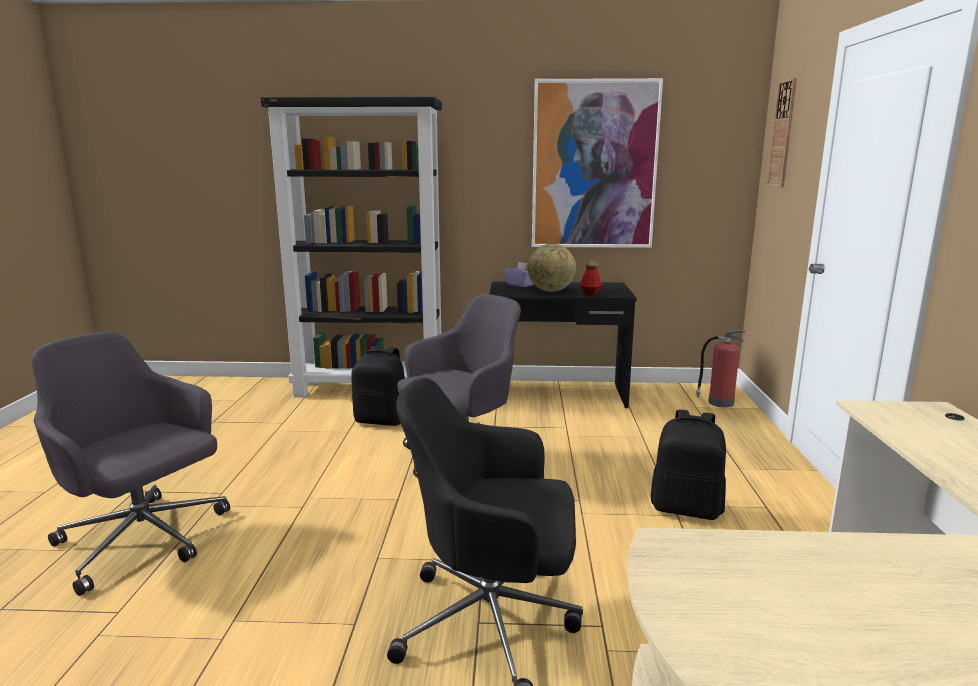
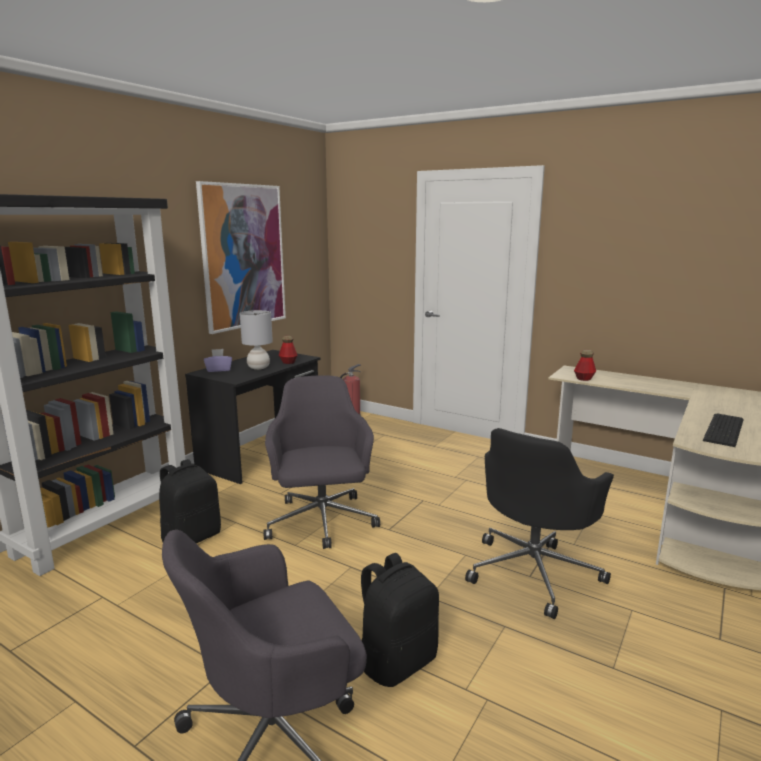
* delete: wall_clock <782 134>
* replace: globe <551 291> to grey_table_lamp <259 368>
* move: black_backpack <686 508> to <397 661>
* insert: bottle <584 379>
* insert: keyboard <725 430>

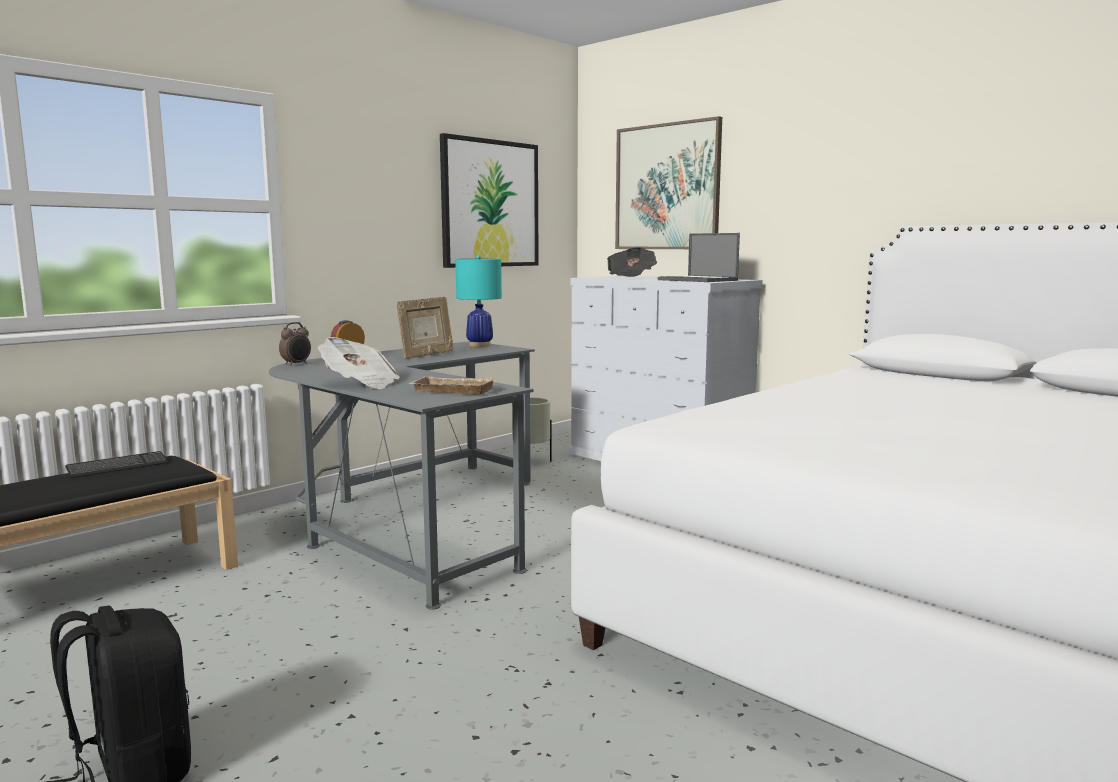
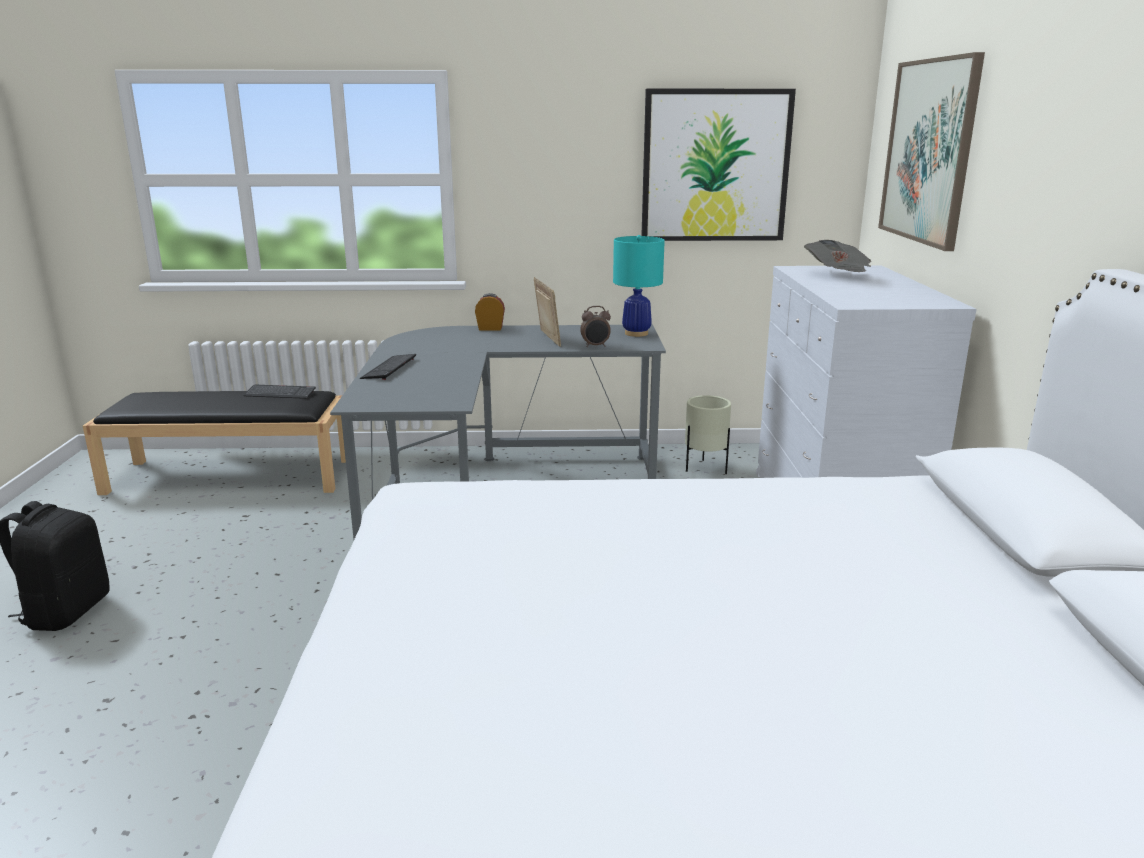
* delete: laptop <698 280>
* rotate: picture_frame <426 355> = <547 340> 105 degrees counterclockwise
* move: alarm_clock <296 364> to <595 346>
* replace: newspaper <360 384> to keyboard <389 368>
* delete: beige_tray <451 391>

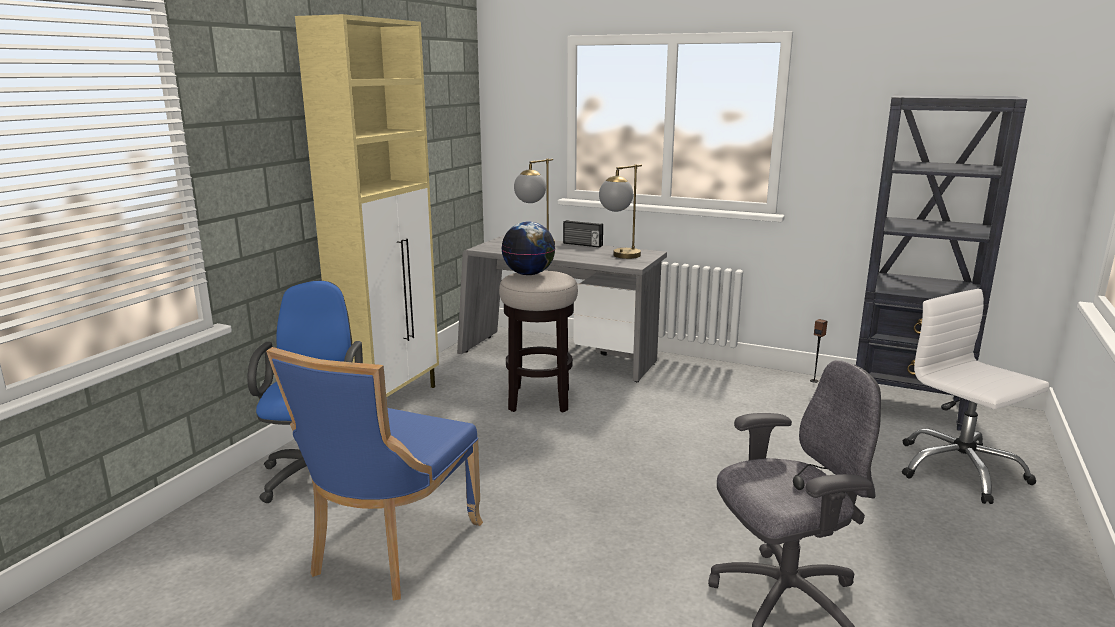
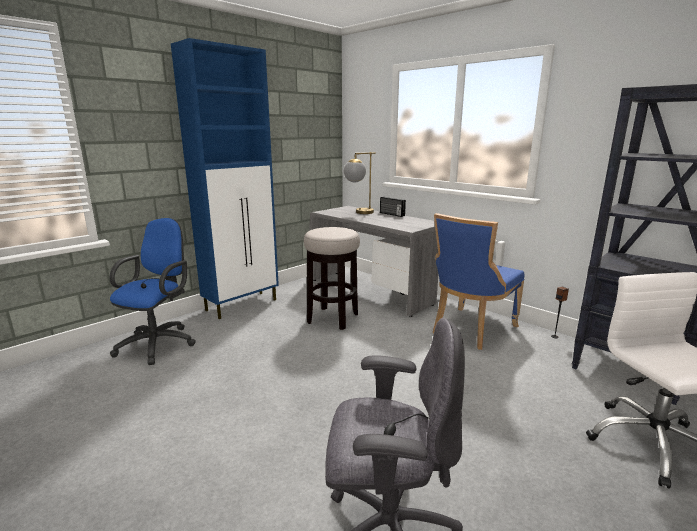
* recolor: beige_cabinet <391 401> to blue_cabinet <242 305>
* delete: table_lamp <620 257>
* delete: globe <529 274>
* move: blue_chair <390 550> to <470 330>

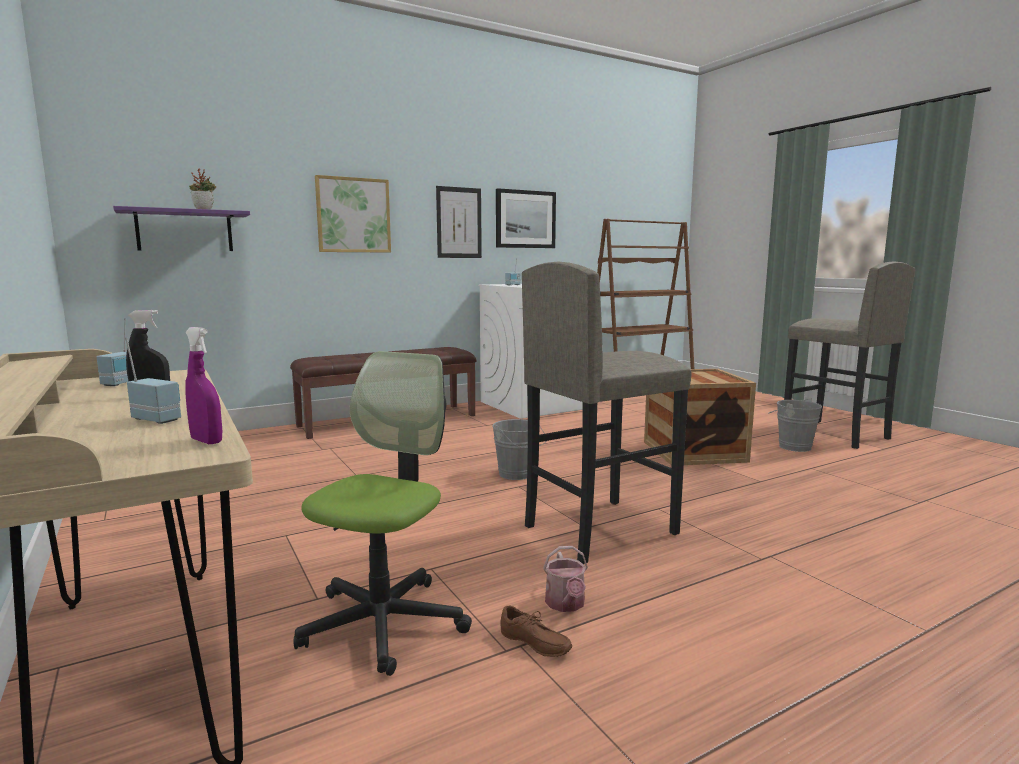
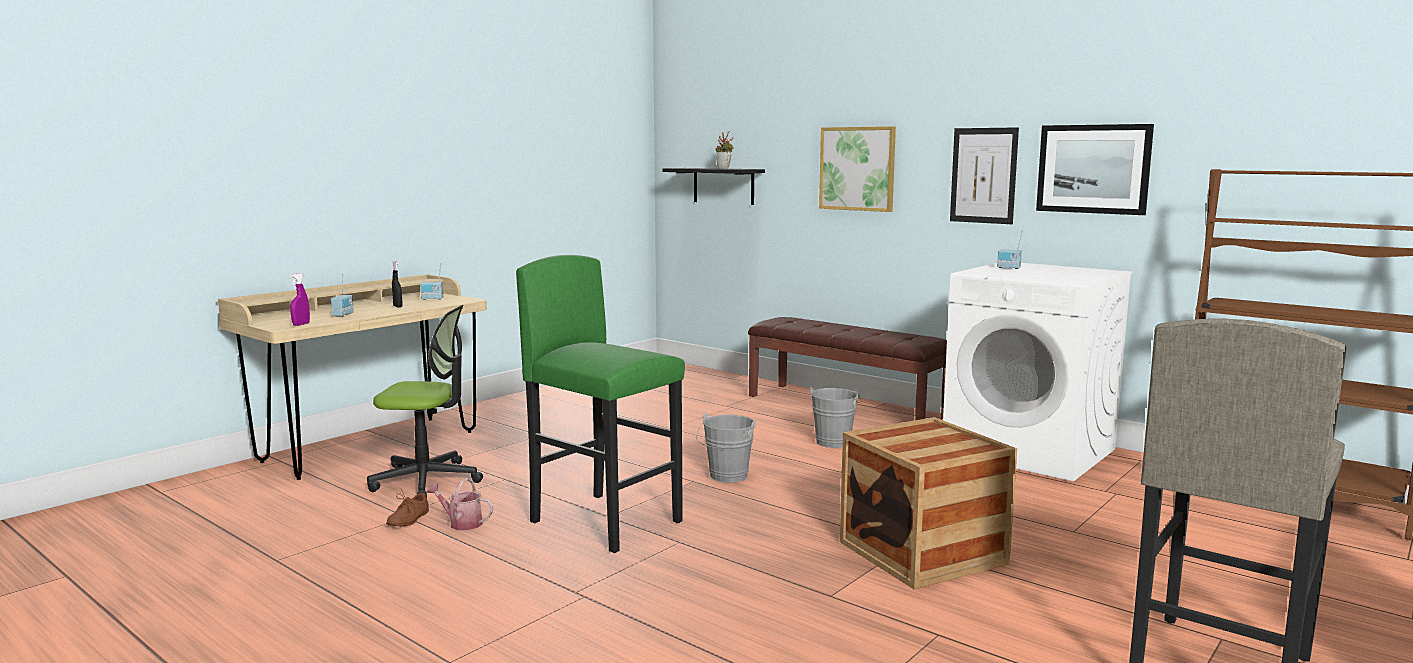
* recolor: purple_shelf <184 231> to black_shelf <723 186>
* recolor: grey_stool <599 529> to green_stool <606 521>
* move: grey_bucket <791 446> to <834 441>
* rotate: watering_can <566 604> = <461 523> 45 degrees clockwise

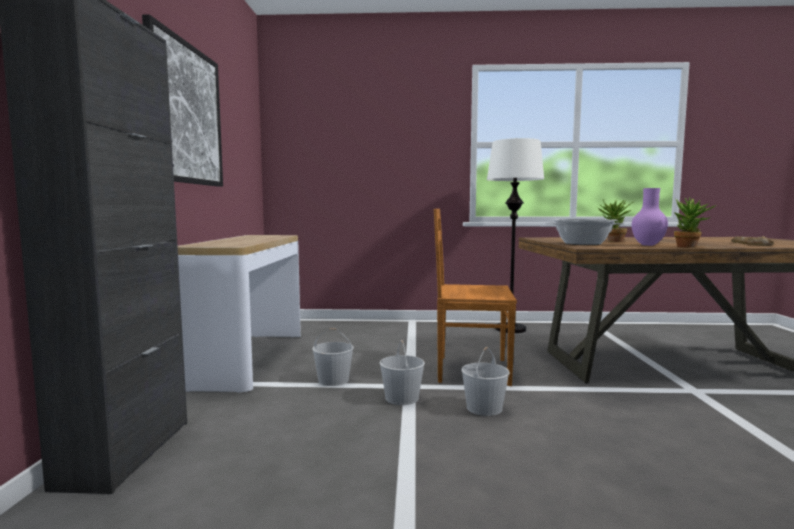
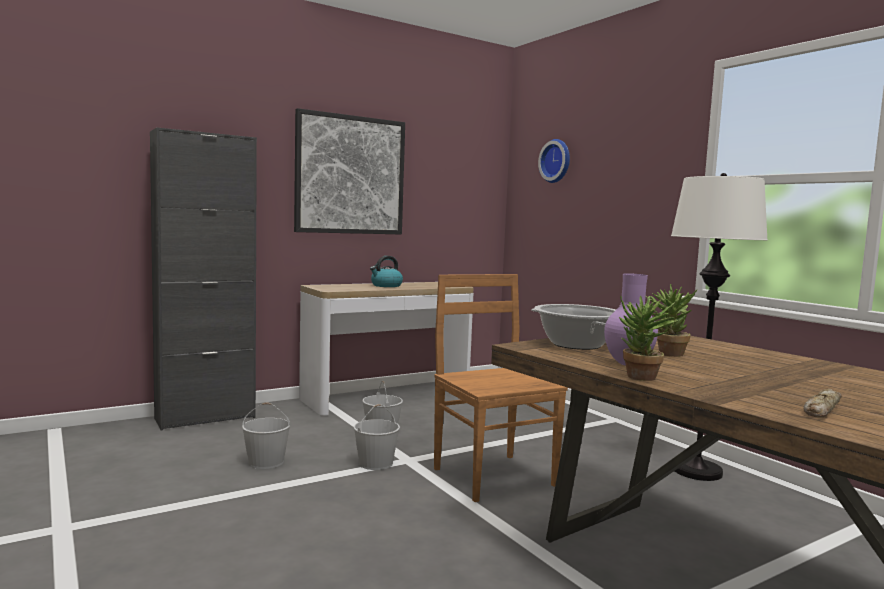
* move: white_bucket <484 407> to <266 462>
* insert: wall_clock <557 161>
* insert: kettle <386 286>

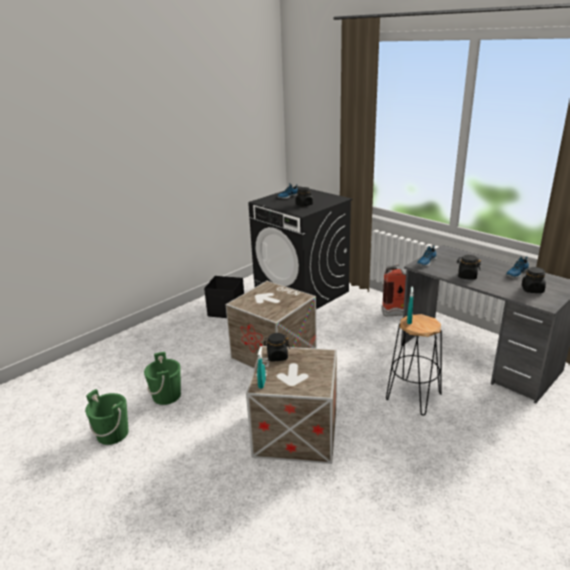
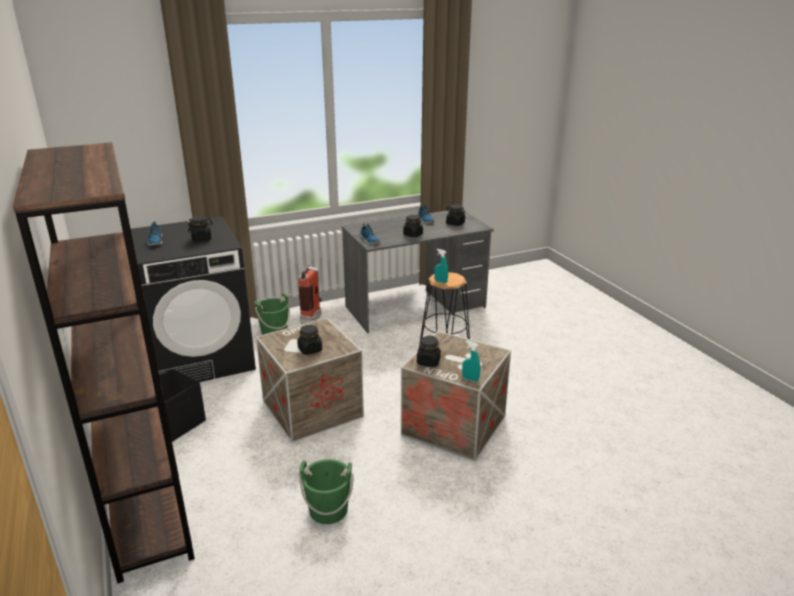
* move: green_bucket <112 434> to <274 332>
* insert: brown_bookcase <148 510>
* insert: black_jar <310 349>

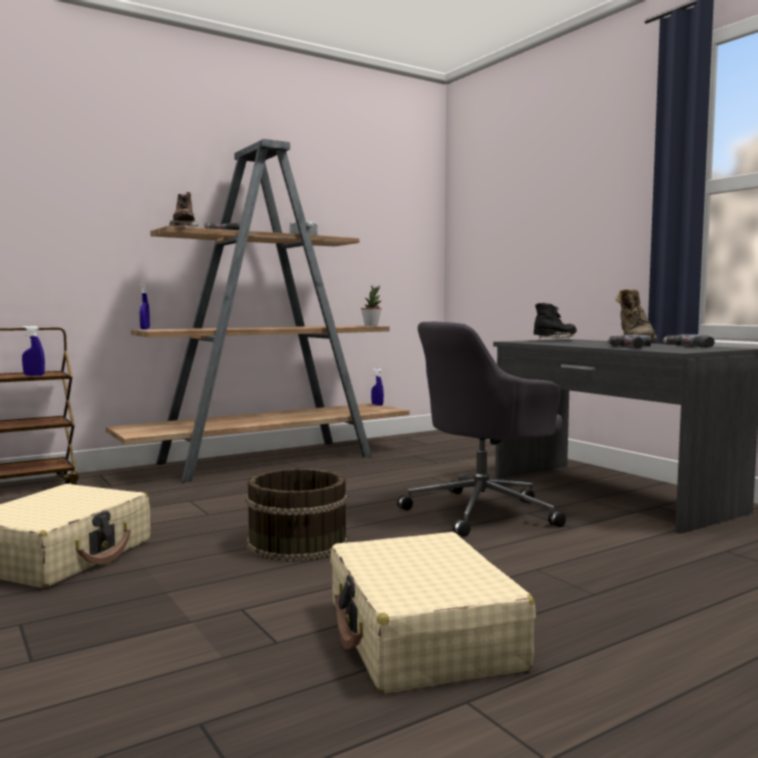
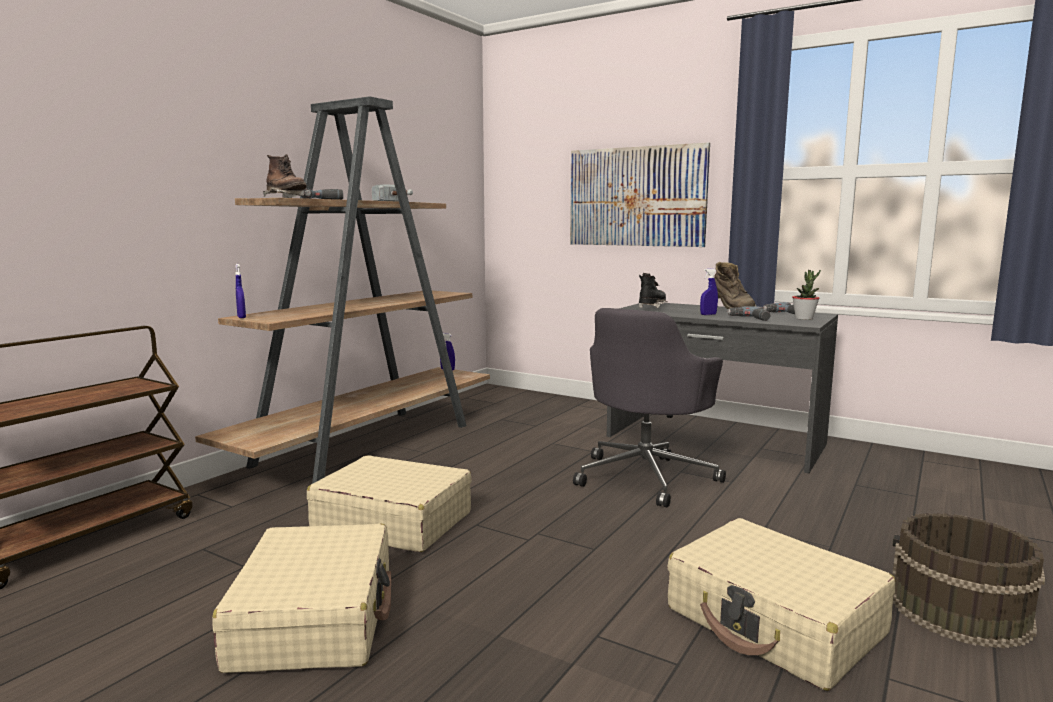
* move: potted_plant <371 326> to <804 318>
* move: blue_spray_bottle <34 375> to <708 314>
* move: brown_bucket <296 543> to <959 611>
* insert: picture <636 197>
* insert: beige_suitcase <392 521>

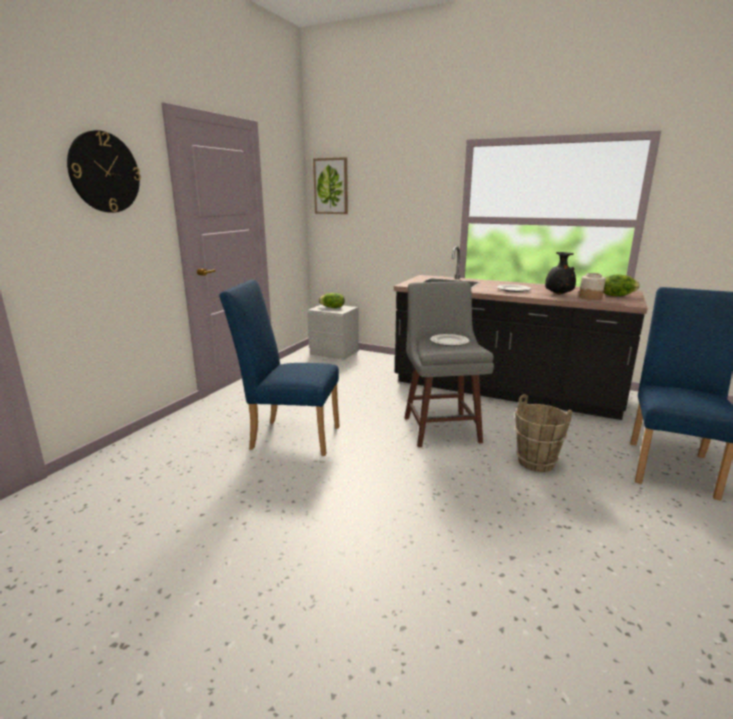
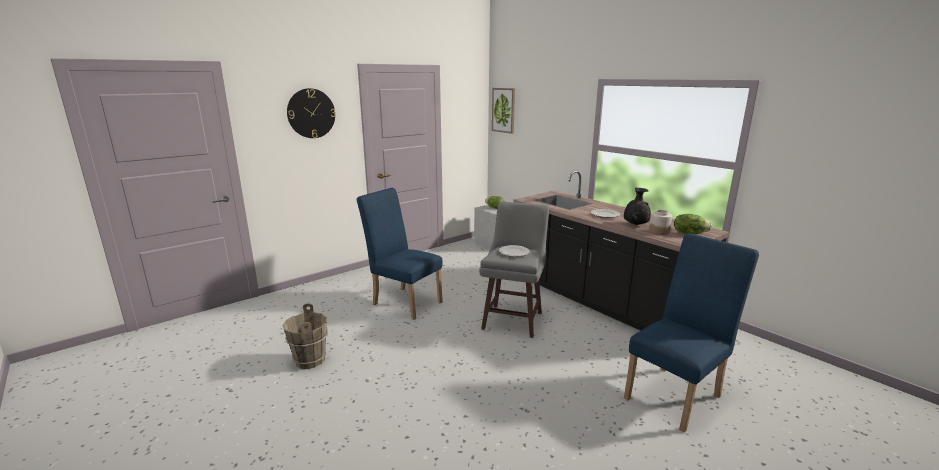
* move: brown_bucket <536 462> to <309 360>

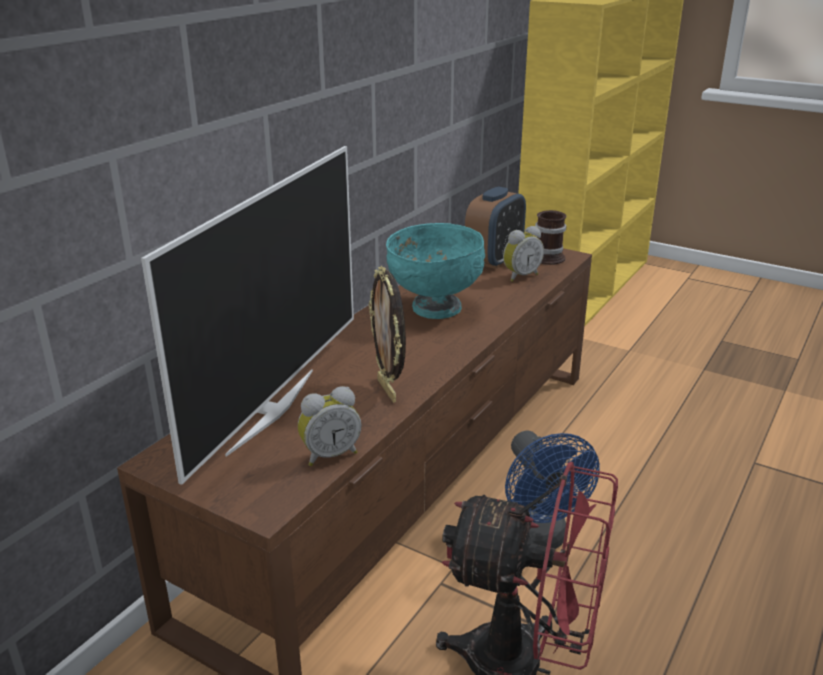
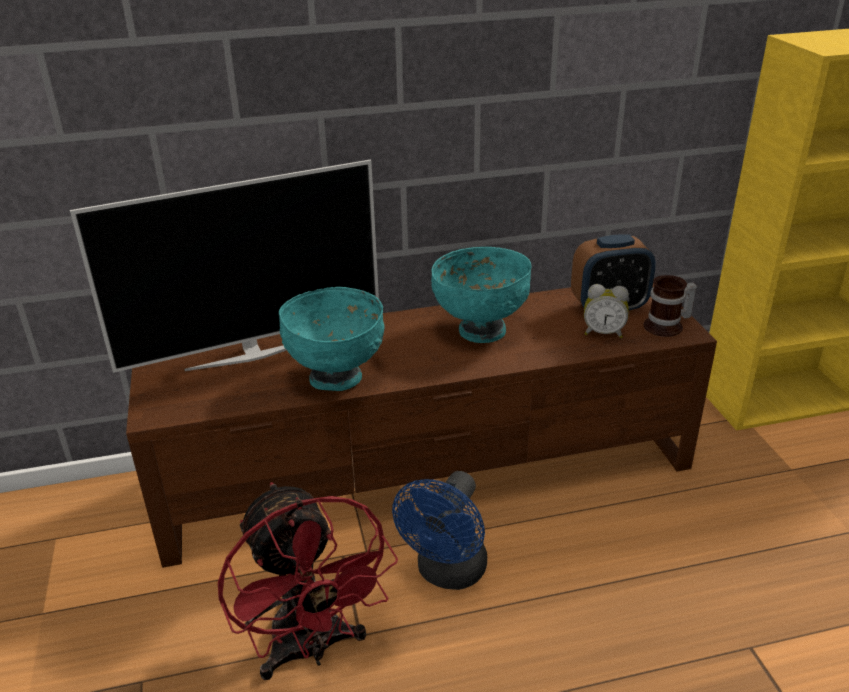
* replace: picture_frame <388 390> to turquoise_bowl <337 378>
* delete: alarm_clock <330 454>

